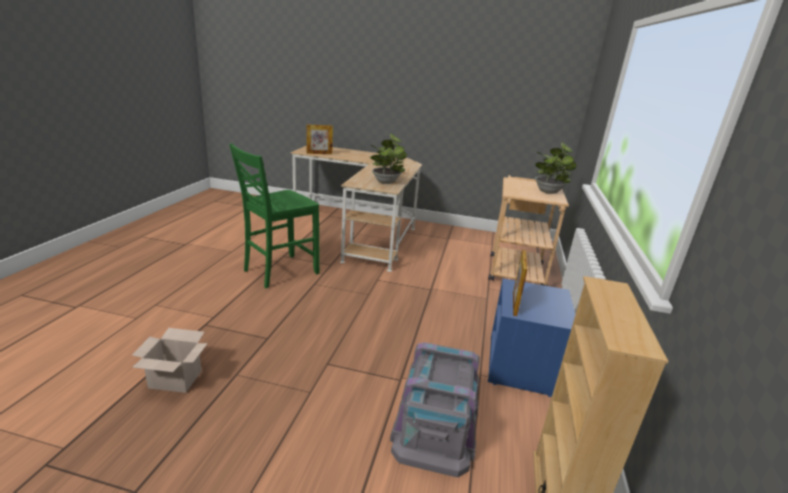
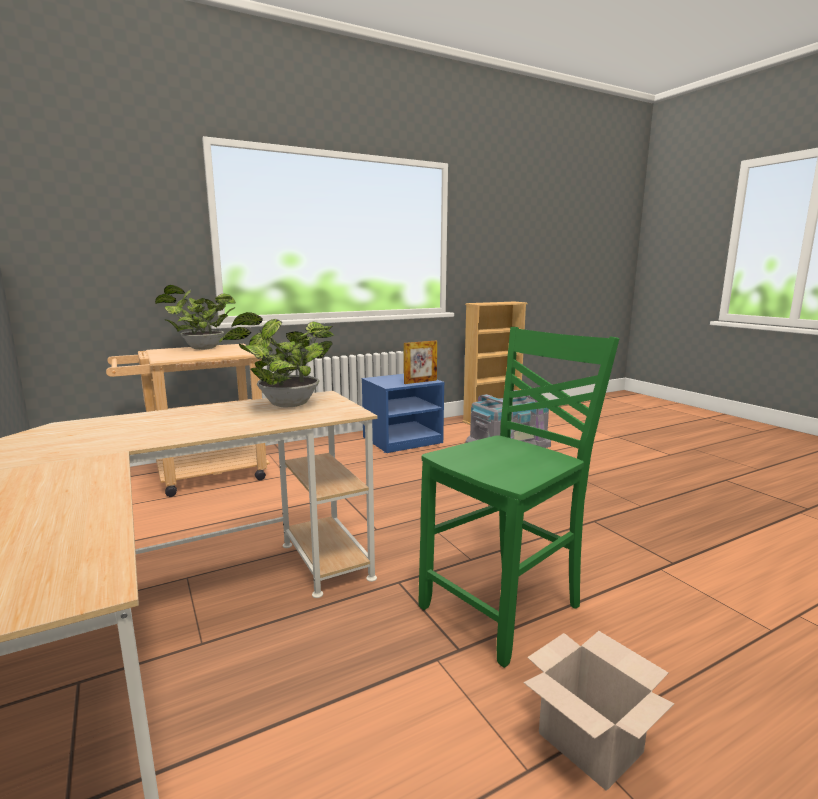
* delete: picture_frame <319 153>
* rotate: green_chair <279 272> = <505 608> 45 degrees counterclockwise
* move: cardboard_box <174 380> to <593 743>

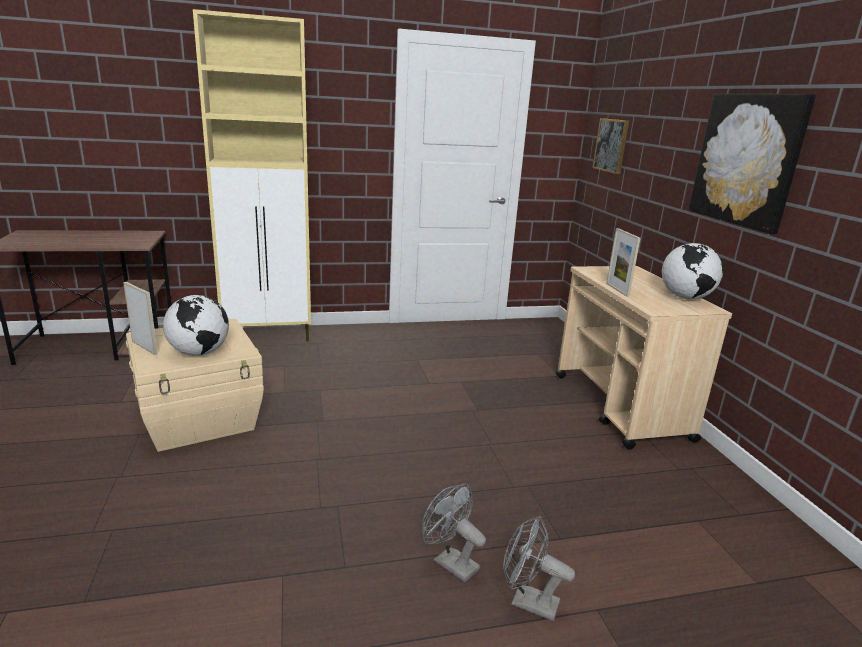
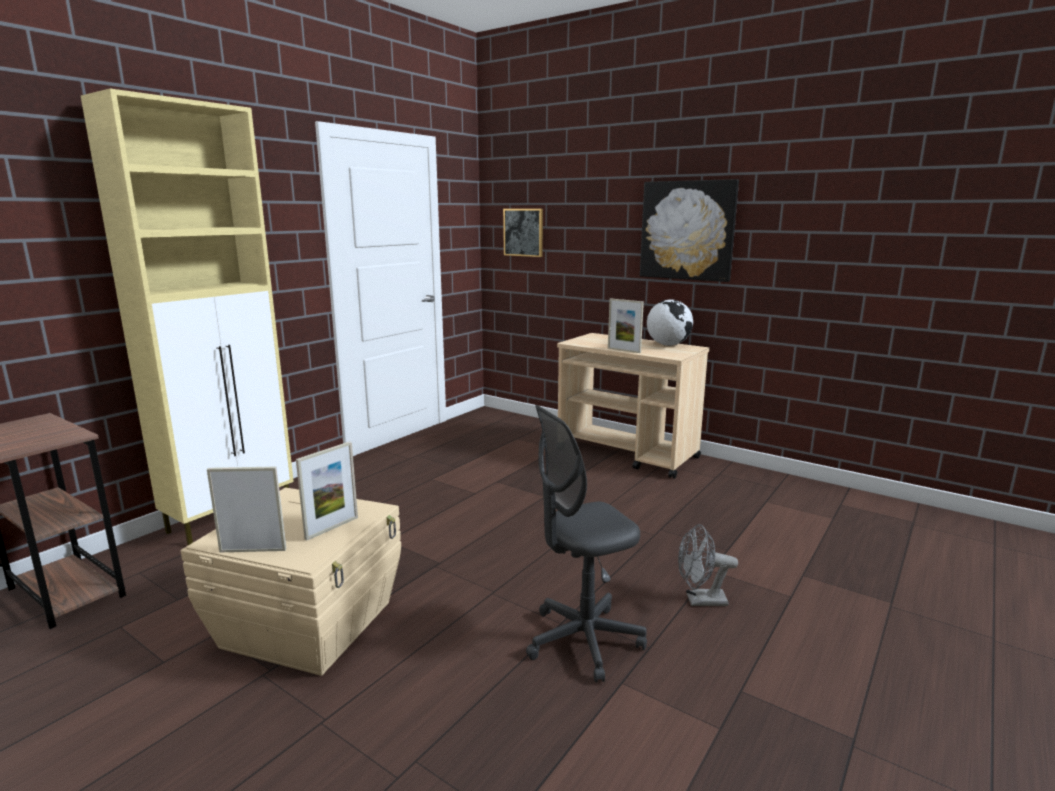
* replace: globe <199 353> to picture_frame <332 528>
* delete: grey_fan <527 602>
* insert: grey_office_chair <583 641>

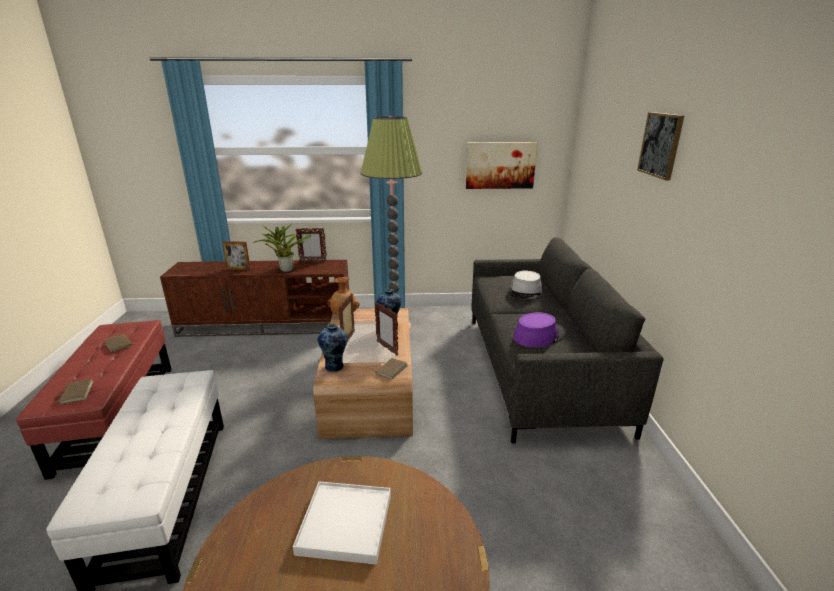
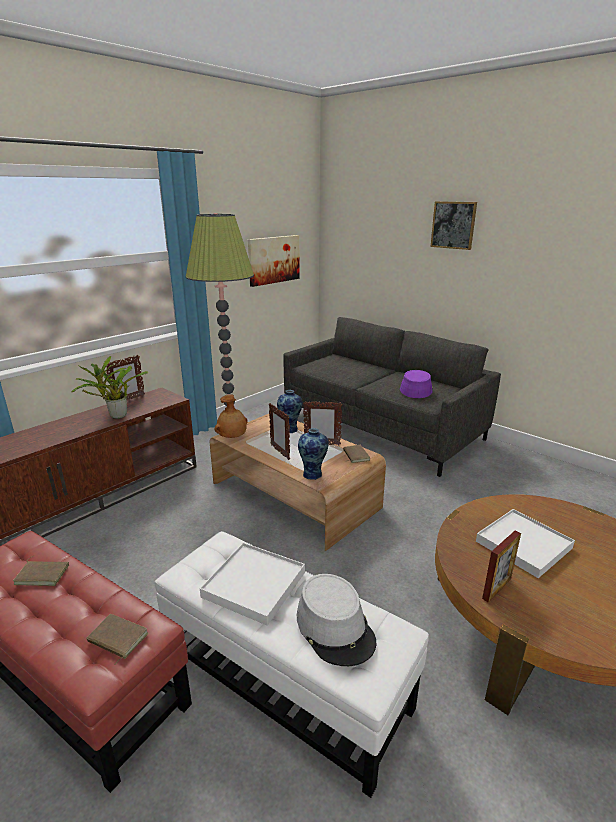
* move: picture_frame <239 269> to <496 588>
* move: grey_hat <525 292> to <335 627>
* insert: white_tray <254 584>

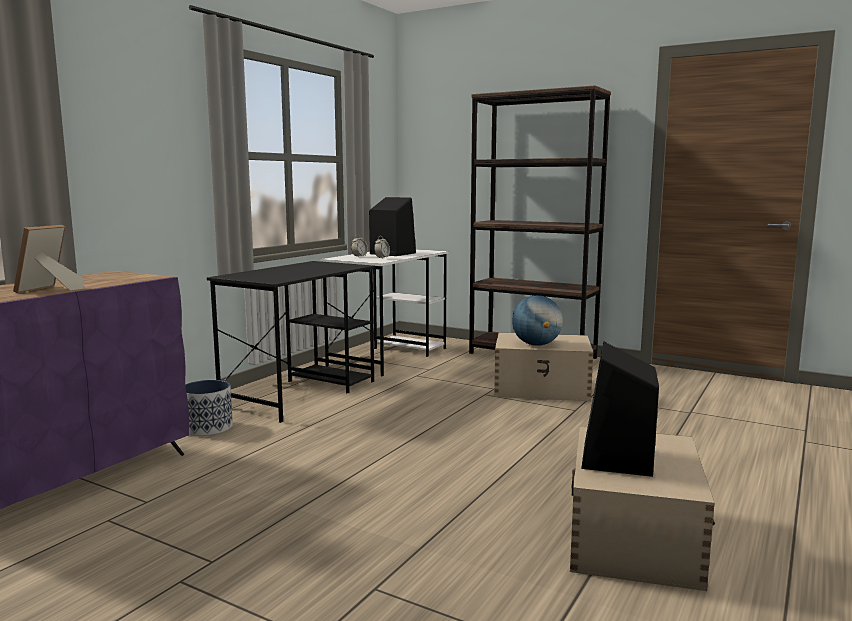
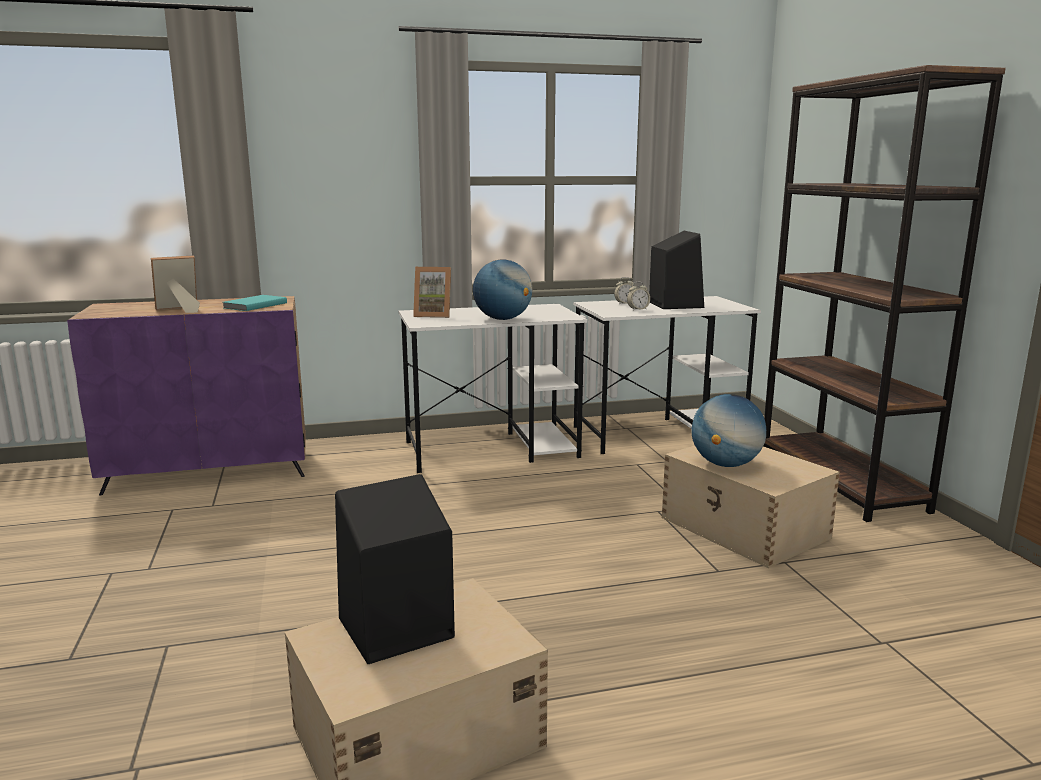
* recolor: black_desk <301 393> to white_desk <493 449>
* delete: planter <207 428>
* insert: globe <502 319>
* insert: picture_frame <433 315>
* insert: turquoise_book <253 305>

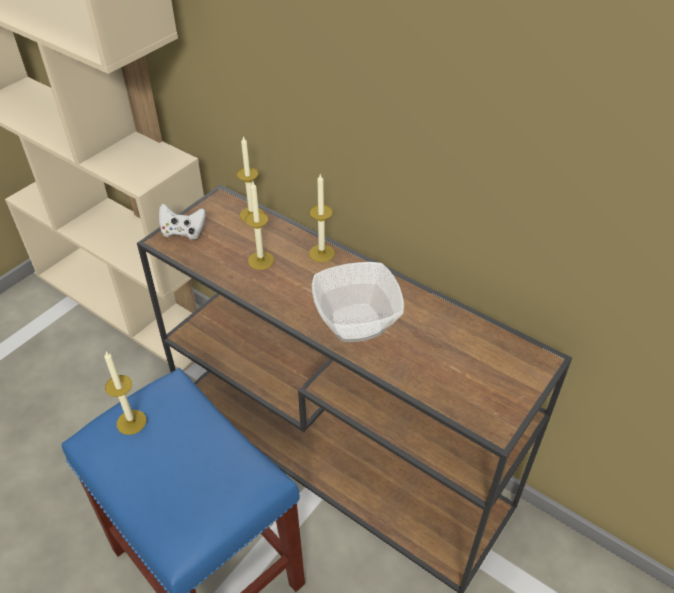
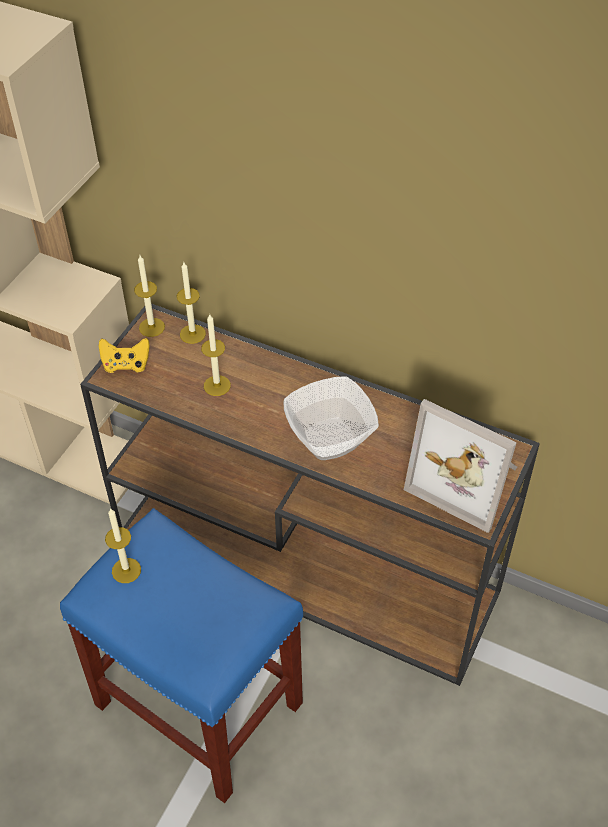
* move: candle <321 253> to <152 327>
* recolor: white_game_controller <183 232> to yellow_game_controller <126 365>
* insert: picture_frame <467 479>

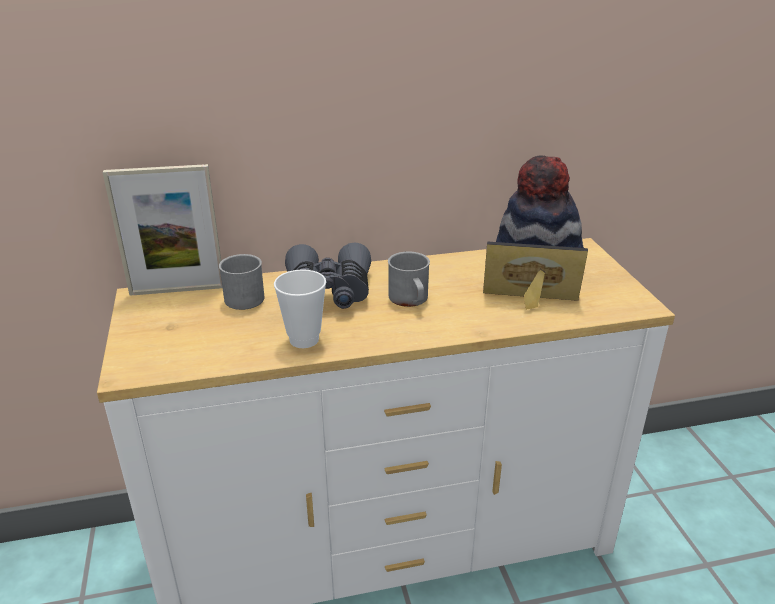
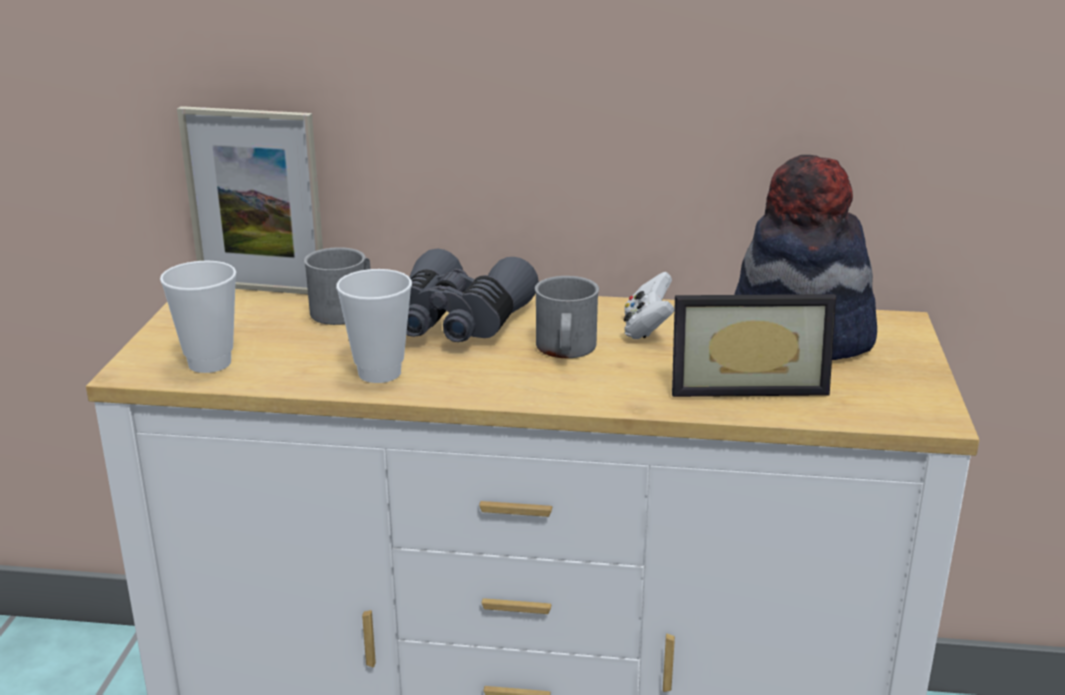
* rotate: picture_frame <530 303> = <746 383> 150 degrees clockwise
* insert: cup <209 363>
* insert: white_game_controller <647 329>

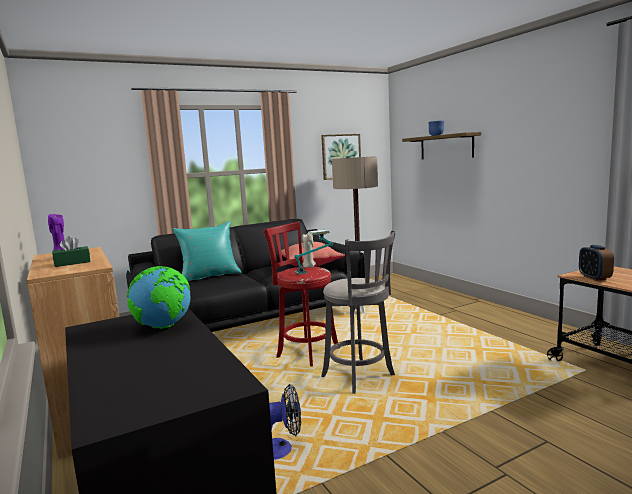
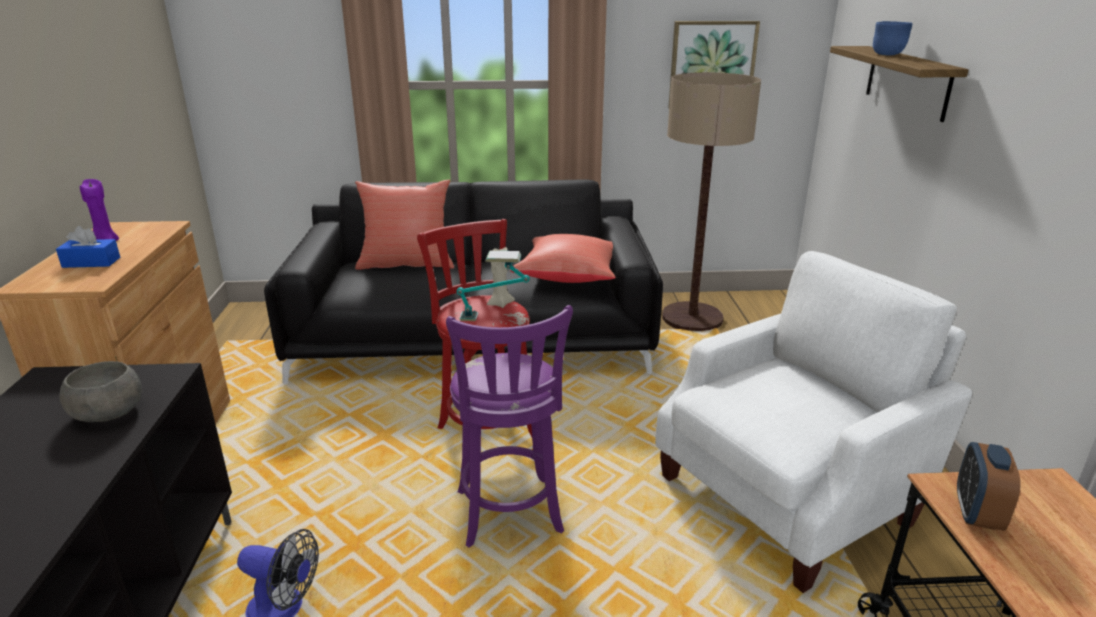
* recolor: turquoise_pillow <209 276> to red_pillow <407 263>
* recolor: grey_stool <360 377> to purple_stool <510 516>
* recolor: green_tissue_box <72 263> to blue_tissue_box <91 262>
* replace: globe <164 327> to grey_bowl <109 412>
* insert: white_armchair <788 497>

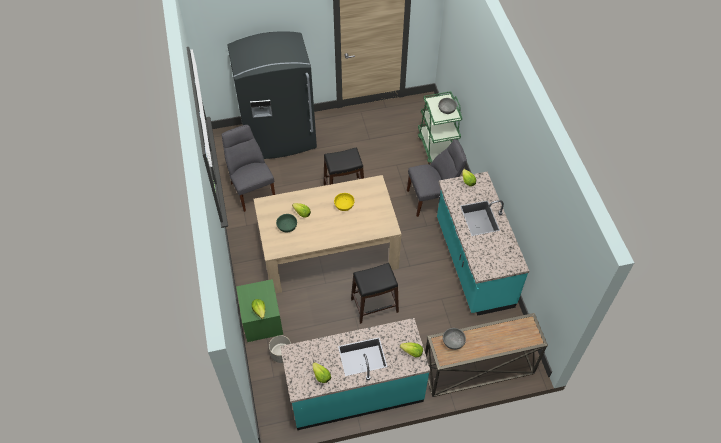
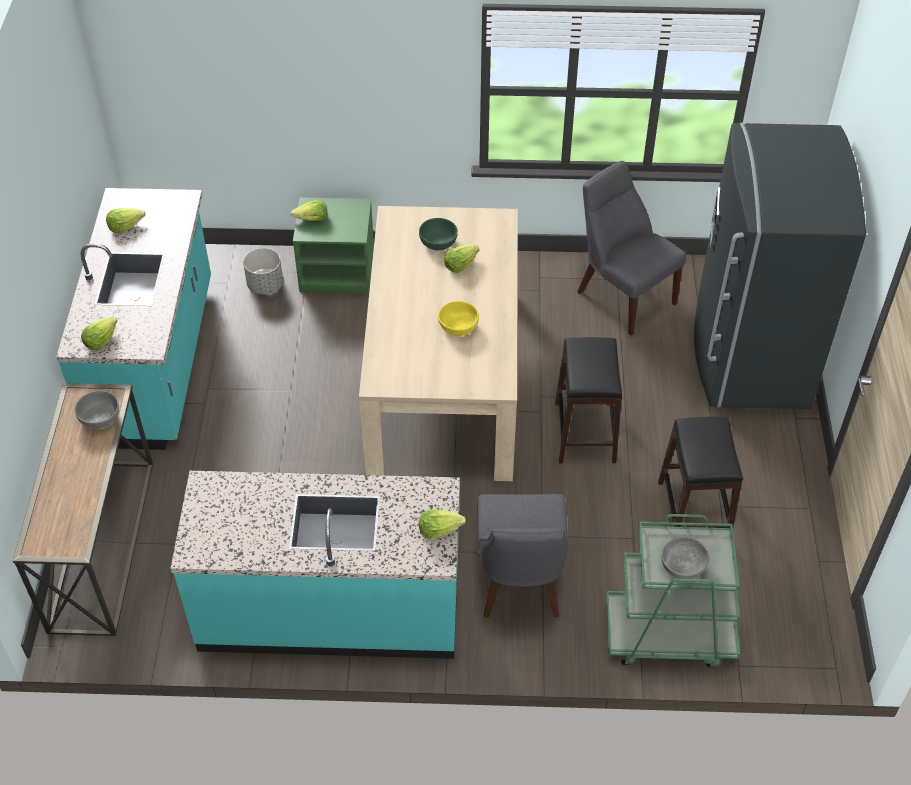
* rotate: grey_chair <252 189> = <622 295> 120 degrees counterclockwise
* move: black_stool <374 305> to <692 513>

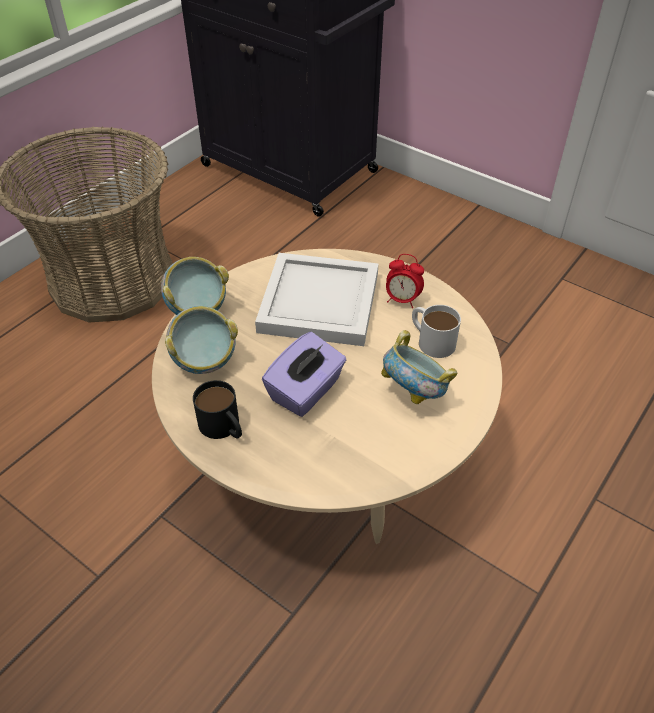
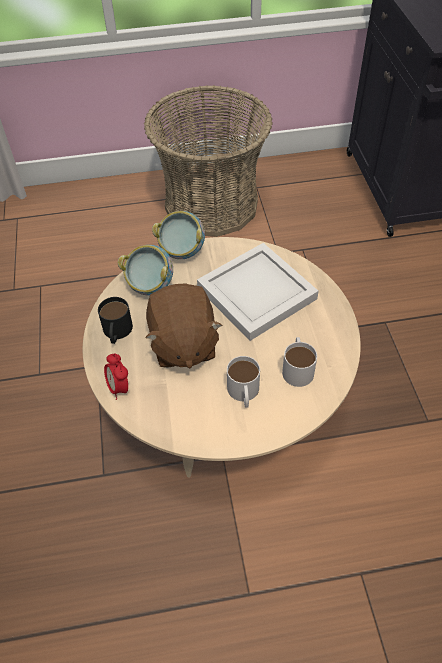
* move: alarm_clock <402 300> to <119 388>
* replace: bowl <414 393> to white_mug <243 393>
* replace: purple_tissue_box <306 391> to brown_plush_toy <183 344>

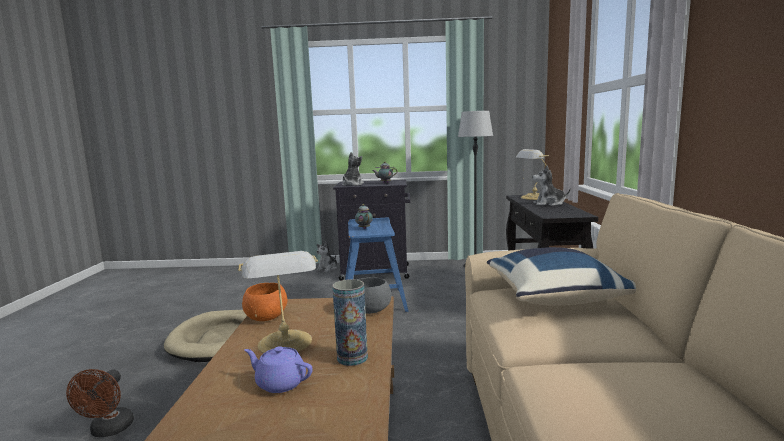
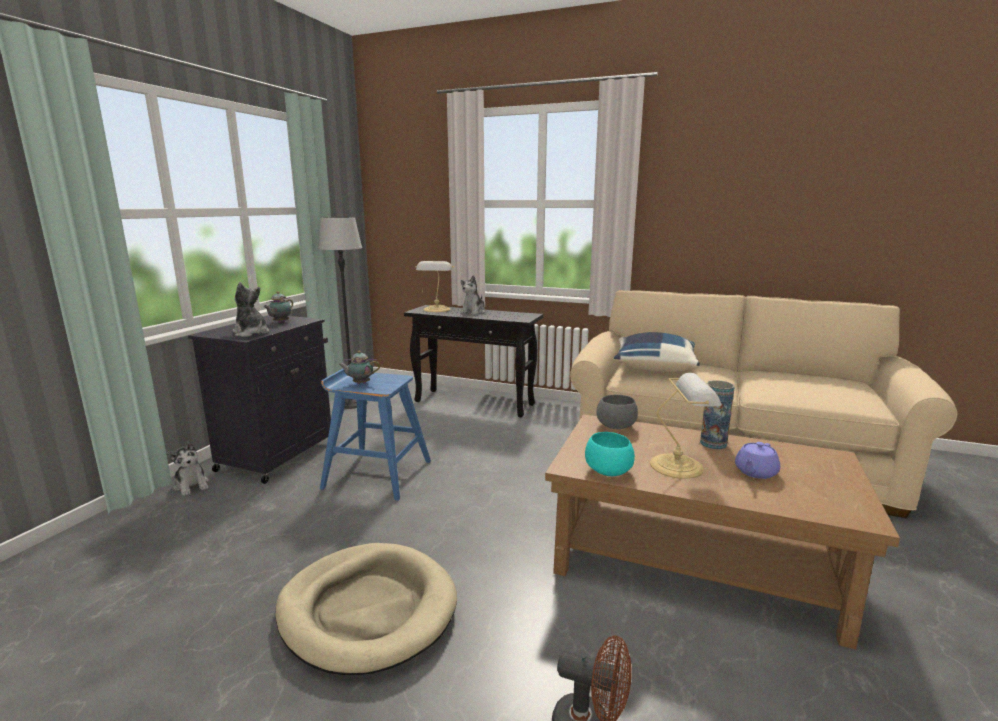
* recolor: orange_bowl <265 318> to turquoise_bowl <608 471>

